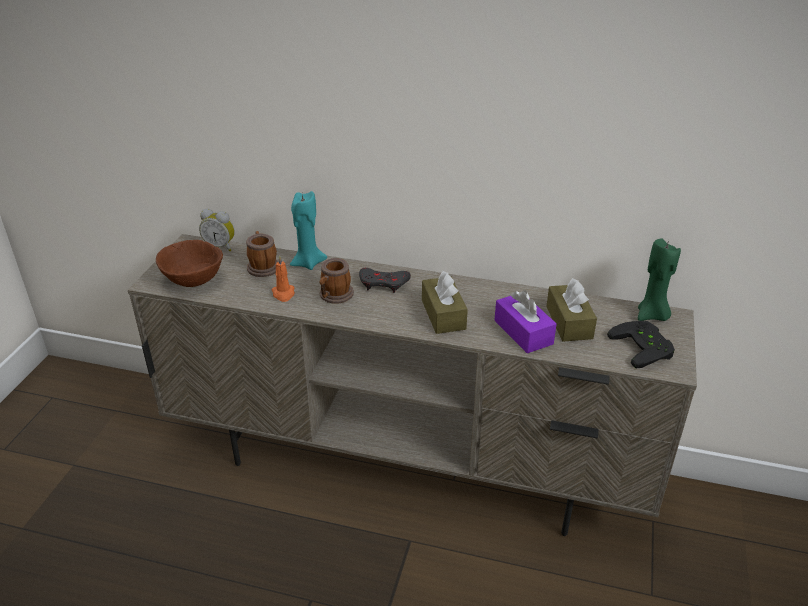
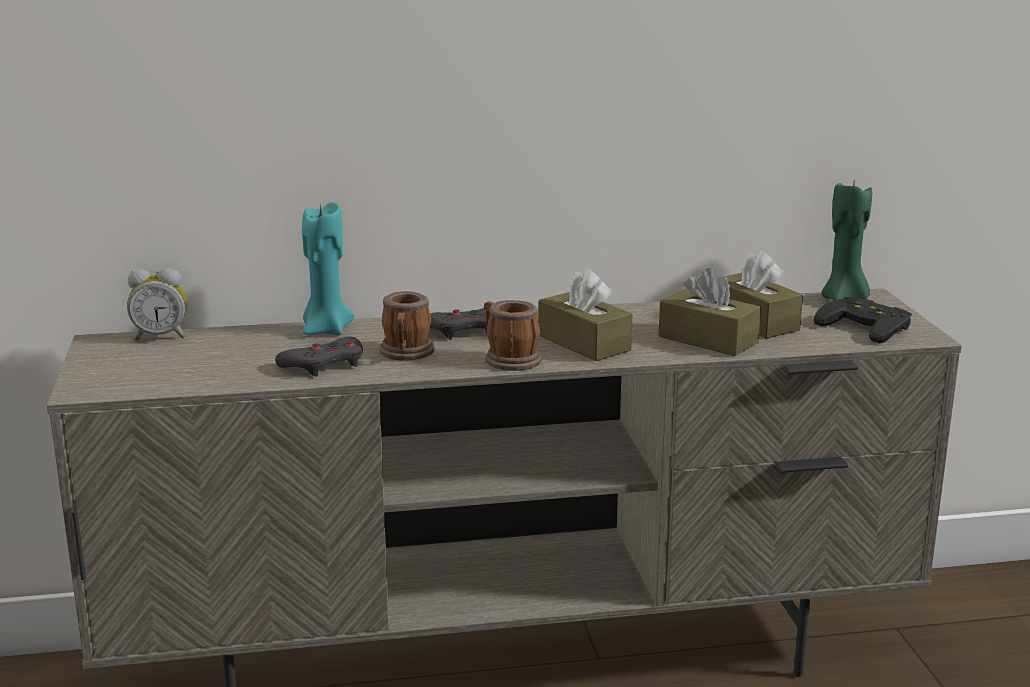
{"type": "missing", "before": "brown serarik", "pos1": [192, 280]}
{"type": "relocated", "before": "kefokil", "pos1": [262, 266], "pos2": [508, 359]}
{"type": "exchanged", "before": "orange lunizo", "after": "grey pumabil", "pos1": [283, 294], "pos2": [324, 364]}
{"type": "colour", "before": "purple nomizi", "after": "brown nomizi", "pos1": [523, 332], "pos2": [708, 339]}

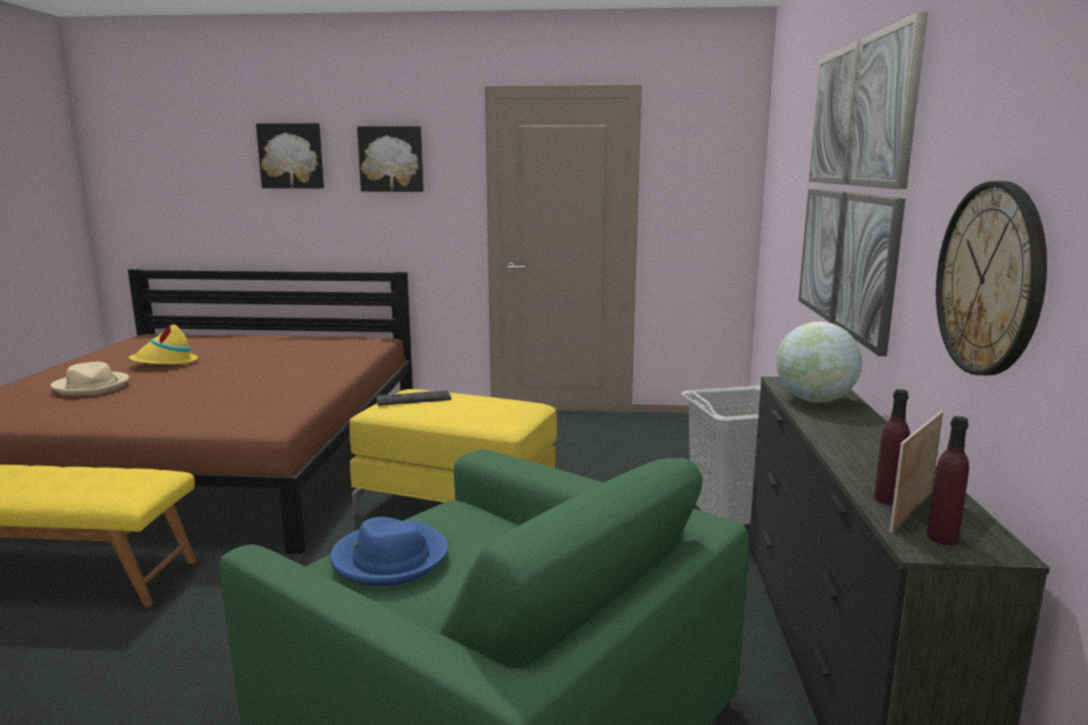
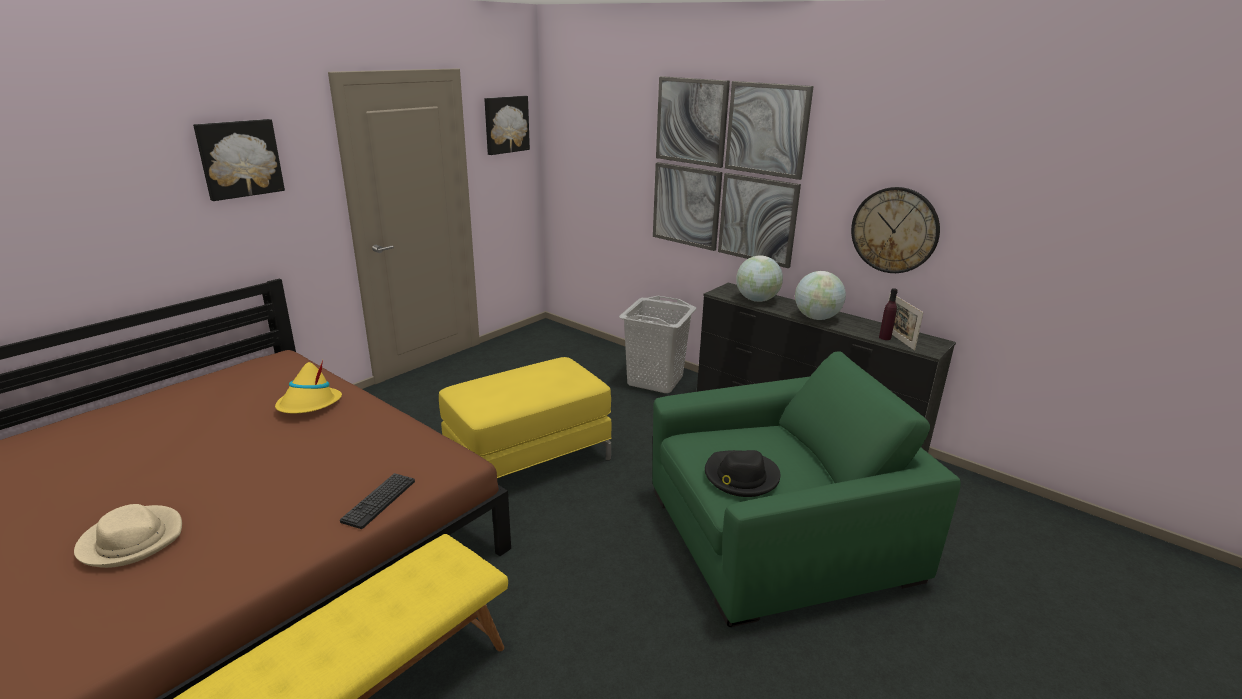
{"type": "missing", "before": "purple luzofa", "pos1": [942, 538]}
{"type": "appeared", "after": "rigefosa", "pos2": [816, 318]}
{"type": "relocated", "before": "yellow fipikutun", "pos1": [165, 363], "pos2": [309, 405]}
{"type": "relocated", "before": "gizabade", "pos1": [291, 156], "pos2": [506, 124]}
{"type": "relocated", "before": "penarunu", "pos1": [413, 399], "pos2": [379, 501]}
{"type": "colour", "before": "blue fipikutun", "after": "black fipikutun", "pos1": [390, 558], "pos2": [741, 477]}

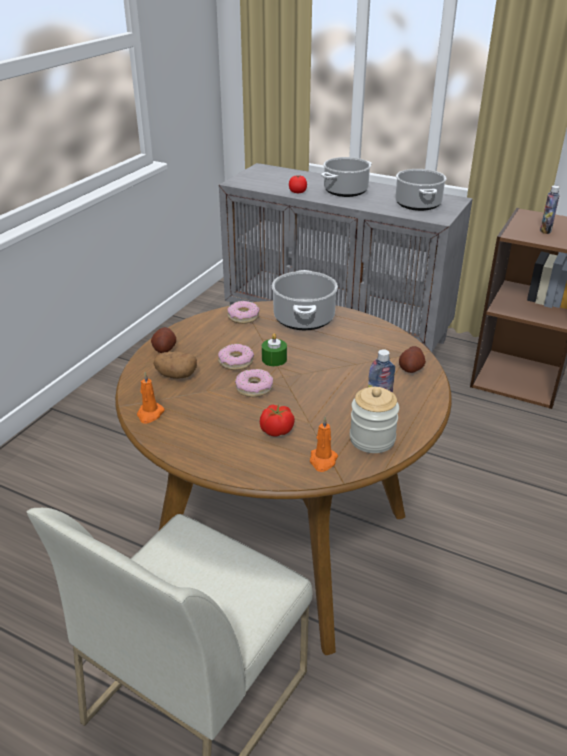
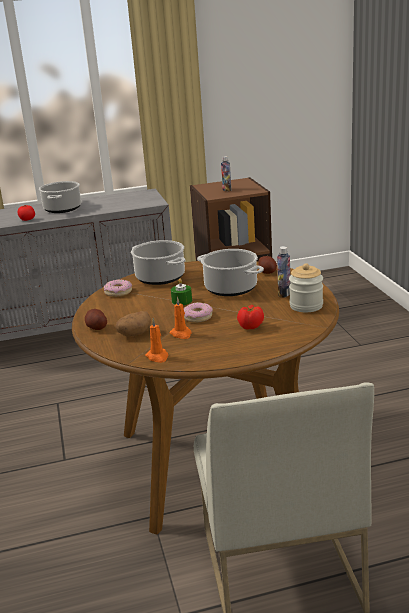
{"type": "missing", "before": "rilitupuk", "pos1": [235, 362]}
{"type": "relocated", "before": "orange lunizo", "pos1": [323, 461], "pos2": [181, 334]}
{"type": "relocated", "before": "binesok", "pos1": [417, 204], "pos2": [230, 288]}

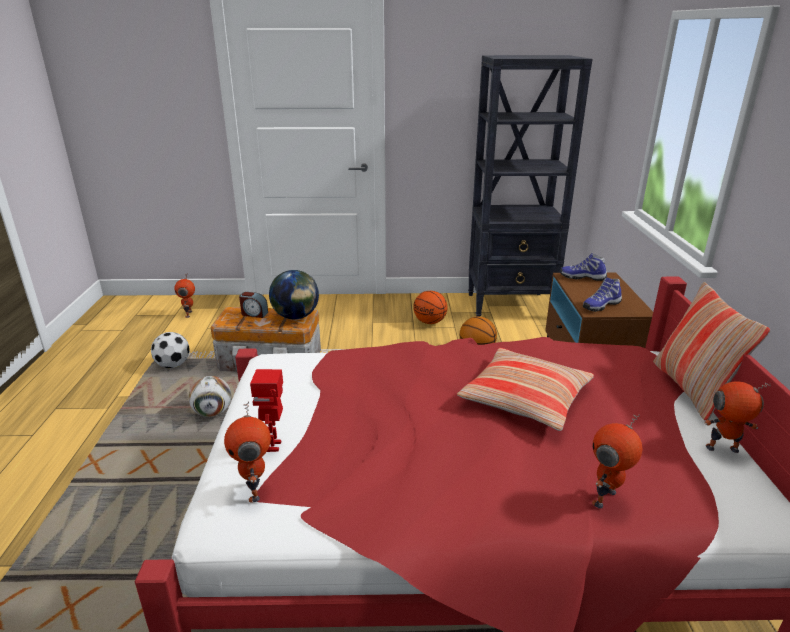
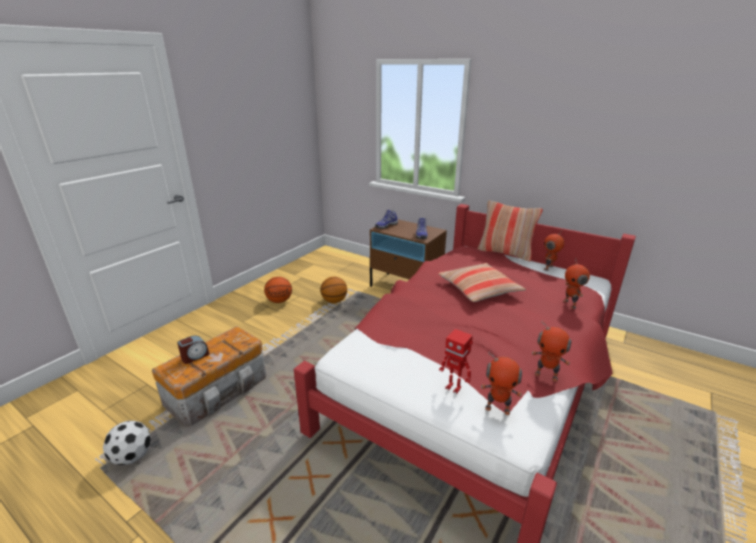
{"type": "missing", "before": "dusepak", "pos1": [213, 413]}
{"type": "missing", "before": "rigefosa", "pos1": [296, 317]}
{"type": "missing", "before": "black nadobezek", "pos1": [510, 306]}
{"type": "relocated", "before": "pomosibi", "pos1": [189, 314], "pos2": [546, 375]}

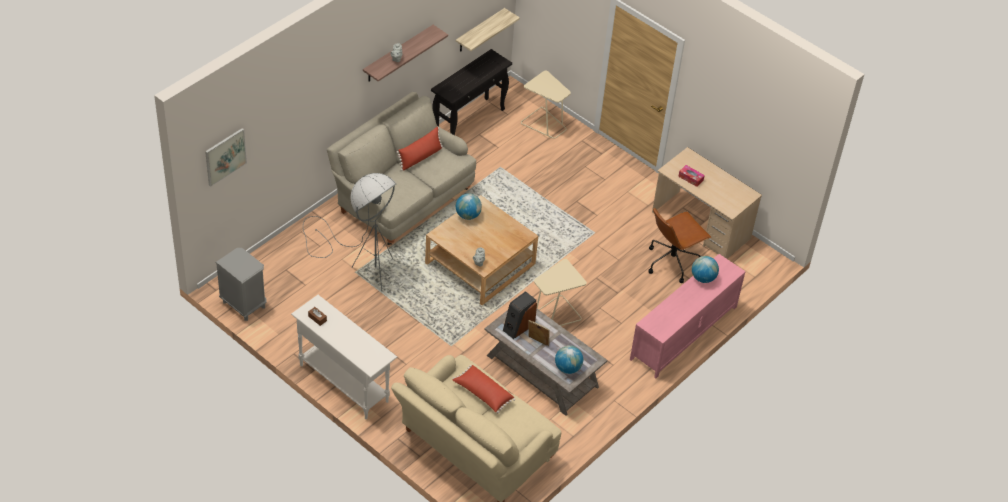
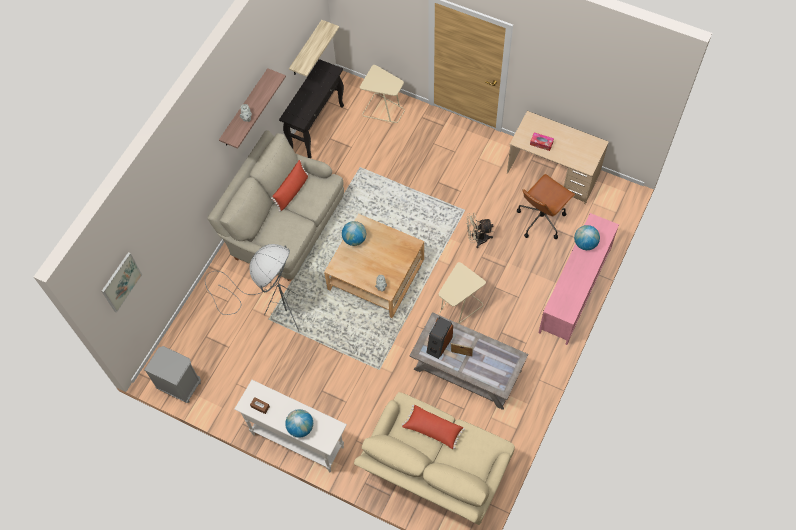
{"type": "appeared", "after": "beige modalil", "pos2": [477, 239]}
{"type": "relocated", "before": "rigefosa", "pos1": [567, 368], "pos2": [300, 427]}

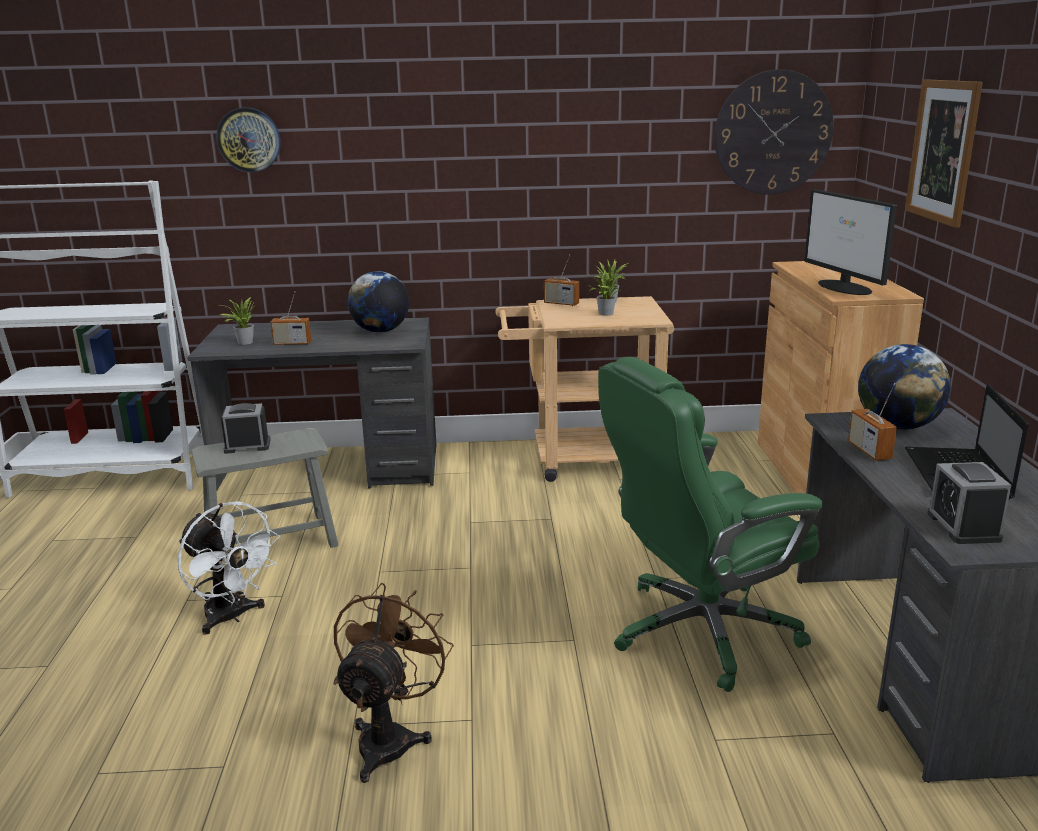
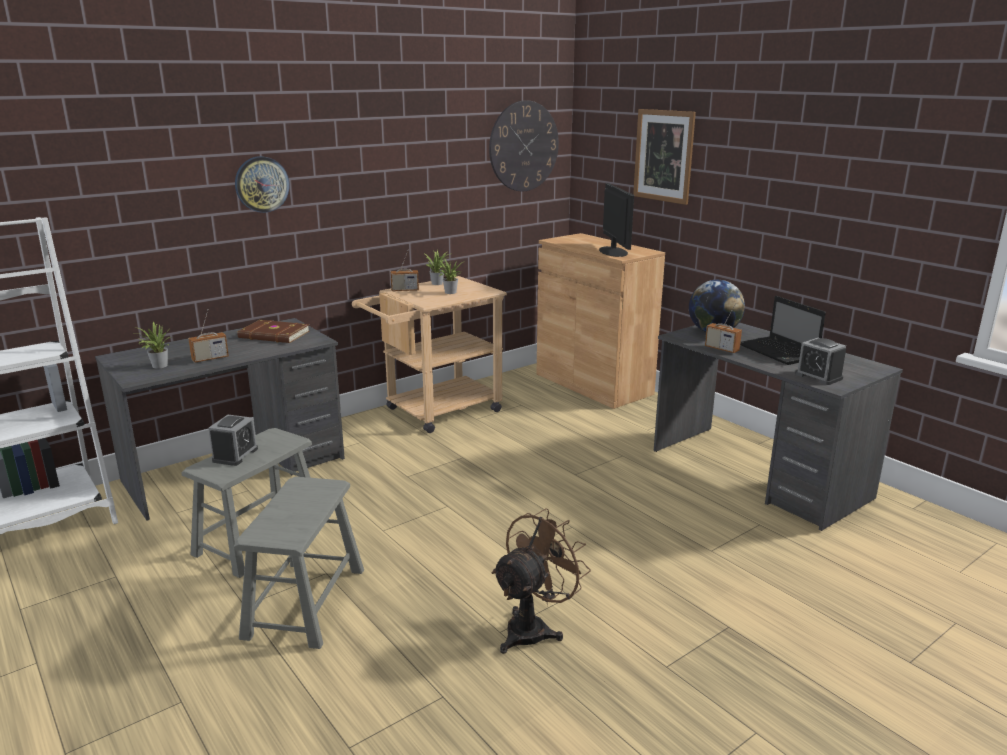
{"type": "missing", "before": "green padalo", "pos1": [700, 631]}
{"type": "relocated", "before": "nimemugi", "pos1": [249, 139], "pos2": [261, 184]}
{"type": "exchanged", "before": "white modalil", "after": "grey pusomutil", "pos1": [232, 617], "pos2": [305, 602]}
{"type": "exchanged", "before": "rigefosa", "after": "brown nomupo", "pos1": [380, 331], "pos2": [274, 335]}
{"type": "spun", "before": "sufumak", "pos1": [247, 445], "pos2": [235, 455], "turn": 150}
{"type": "spun", "before": "brown modalil", "pos1": [390, 738], "pos2": [534, 628], "turn": 60}
{"type": "spun", "before": "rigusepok", "pos1": [844, 287], "pos2": [613, 251], "turn": -135}

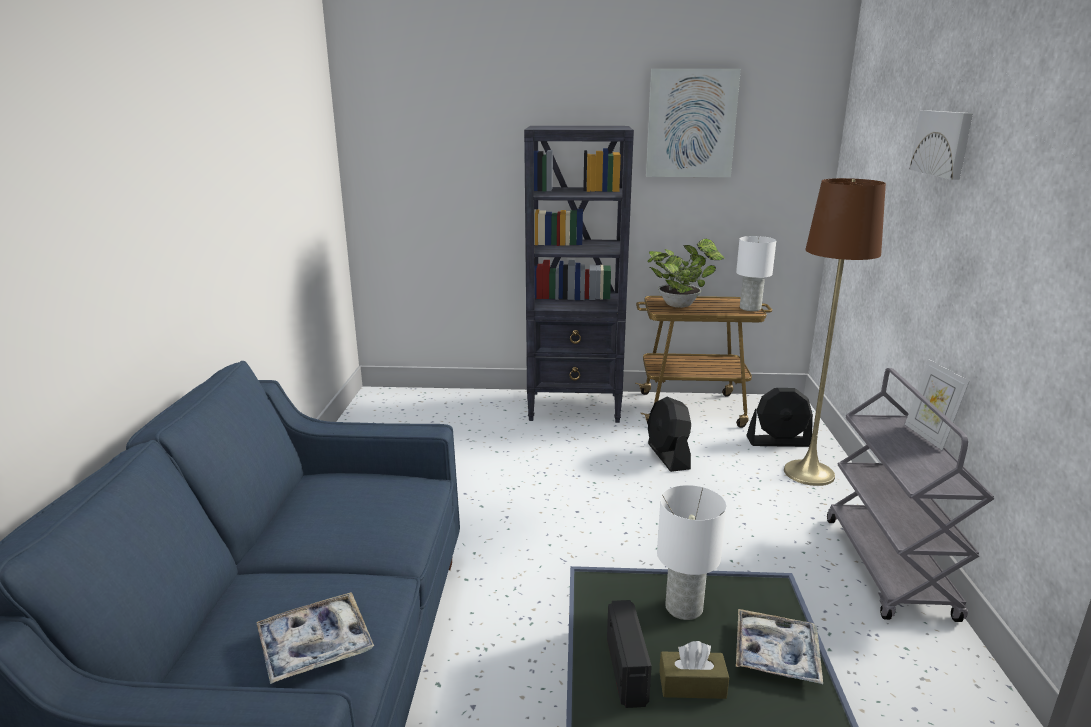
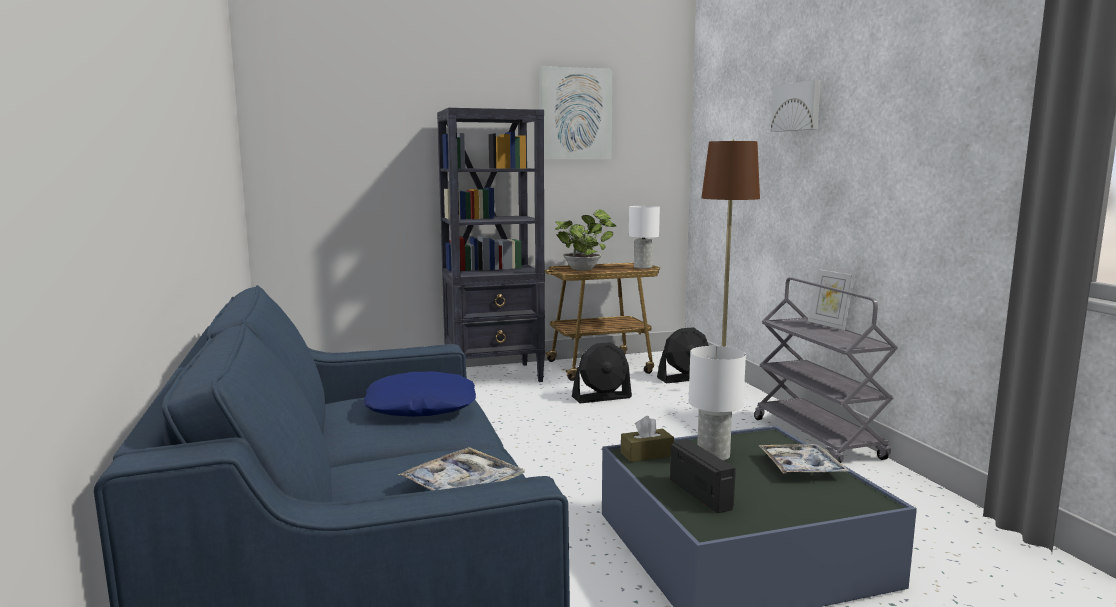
{"type": "appeared", "after": "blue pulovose", "pos2": [421, 406]}
{"type": "relocated", "before": "brown nomizi", "pos1": [692, 685], "pos2": [646, 454]}
{"type": "spun", "before": "black modalil", "pos1": [668, 456], "pos2": [602, 398], "turn": -75}

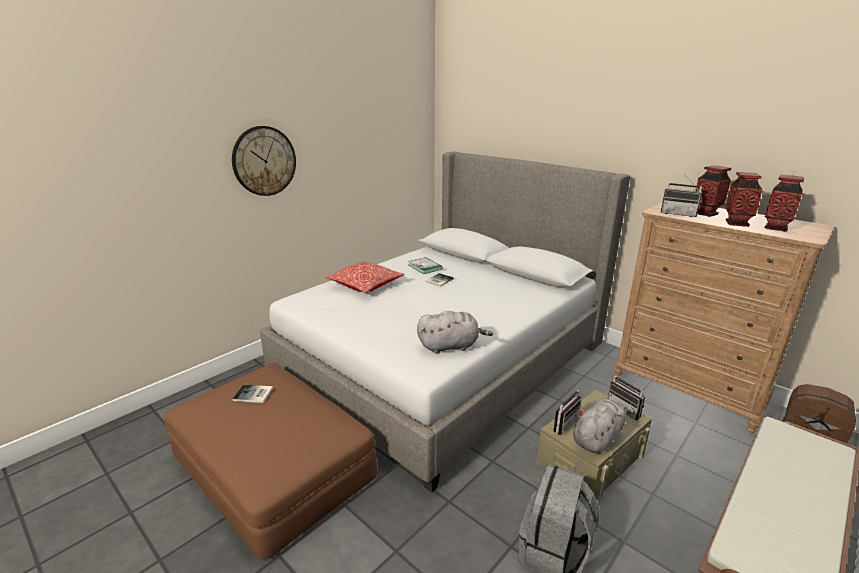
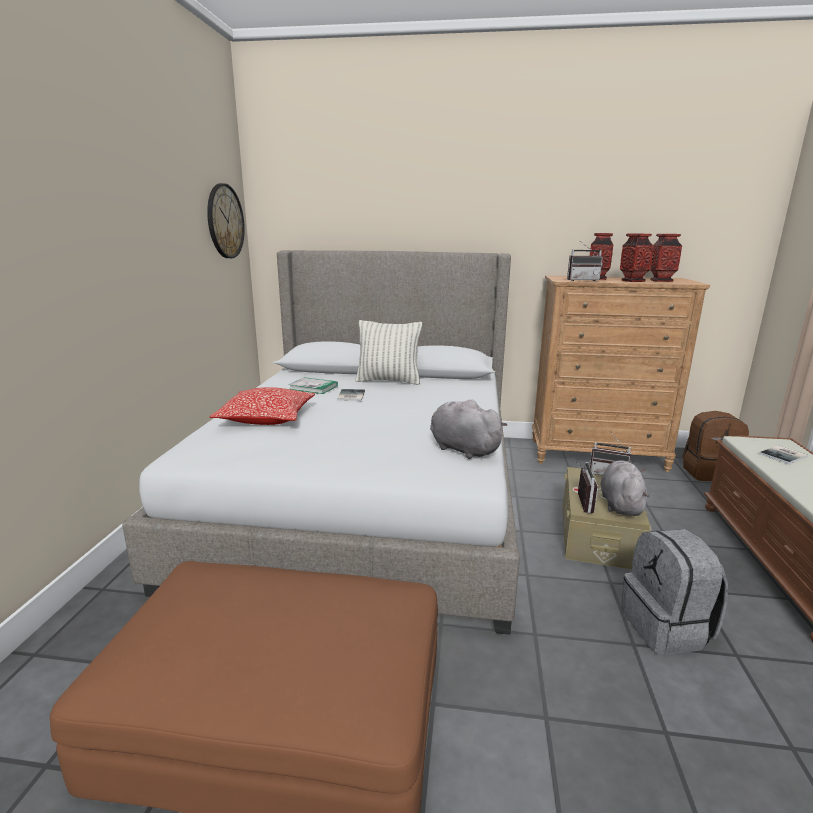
{"type": "appeared", "after": "pulovose", "pos2": [388, 381]}
{"type": "relocated", "before": "nimemugi", "pos1": [264, 161], "pos2": [225, 221]}
{"type": "relocated", "before": "nomupo", "pos1": [253, 395], "pos2": [784, 455]}
{"type": "spun", "before": "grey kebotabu", "pos1": [451, 346], "pos2": [462, 449], "turn": -90}

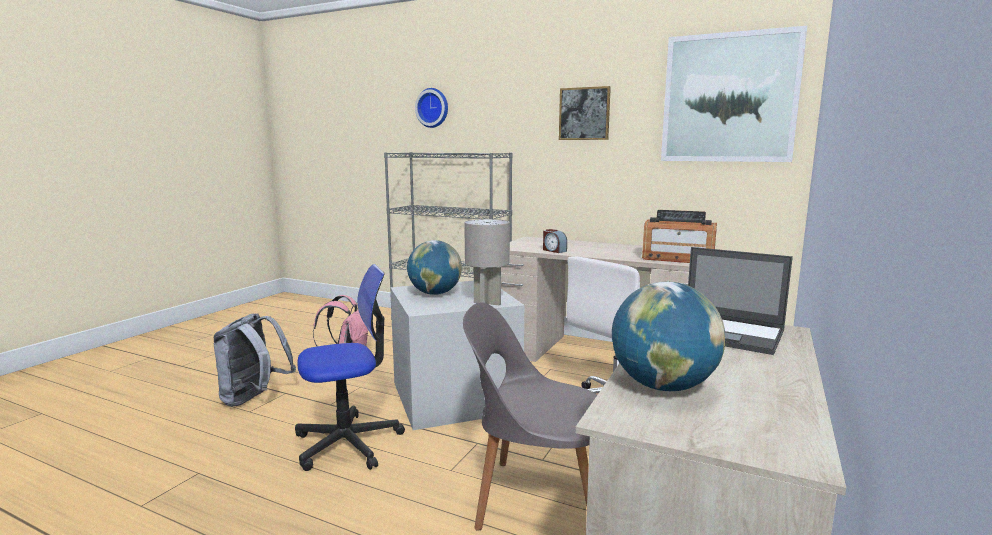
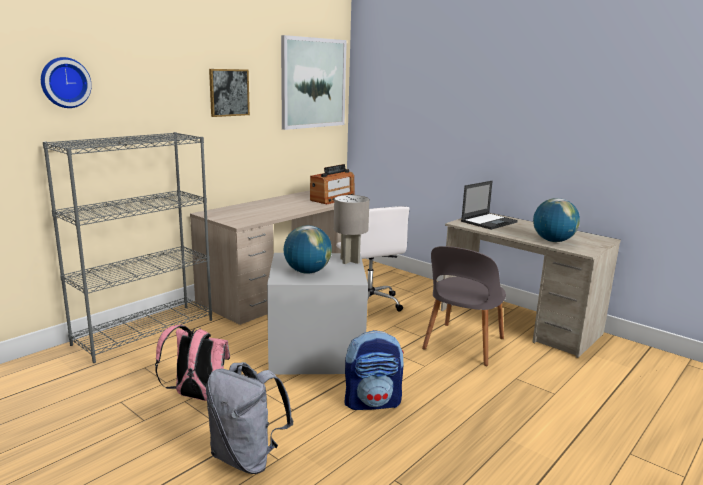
{"type": "missing", "before": "sufumak", "pos1": [554, 250]}
{"type": "exchanged", "before": "padalo", "after": "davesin", "pos1": [348, 443], "pos2": [372, 402]}

